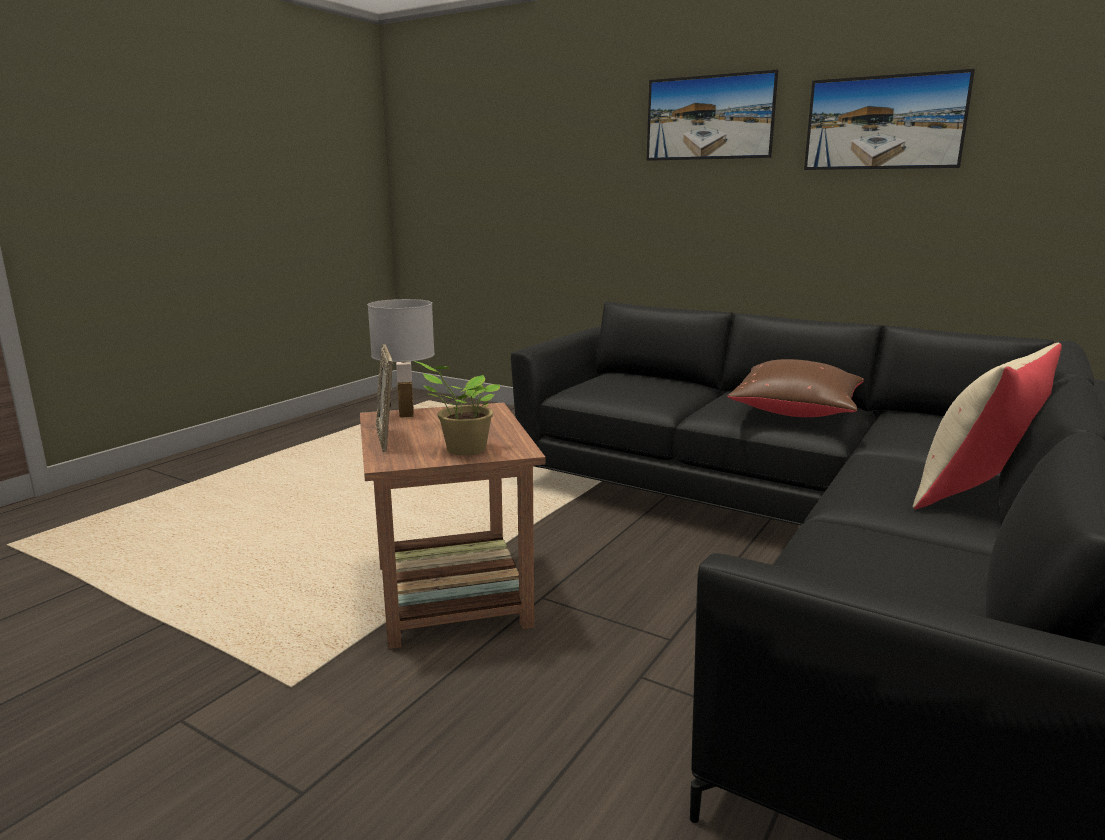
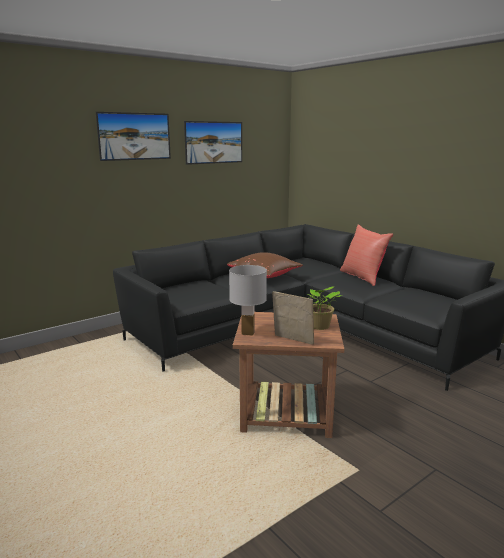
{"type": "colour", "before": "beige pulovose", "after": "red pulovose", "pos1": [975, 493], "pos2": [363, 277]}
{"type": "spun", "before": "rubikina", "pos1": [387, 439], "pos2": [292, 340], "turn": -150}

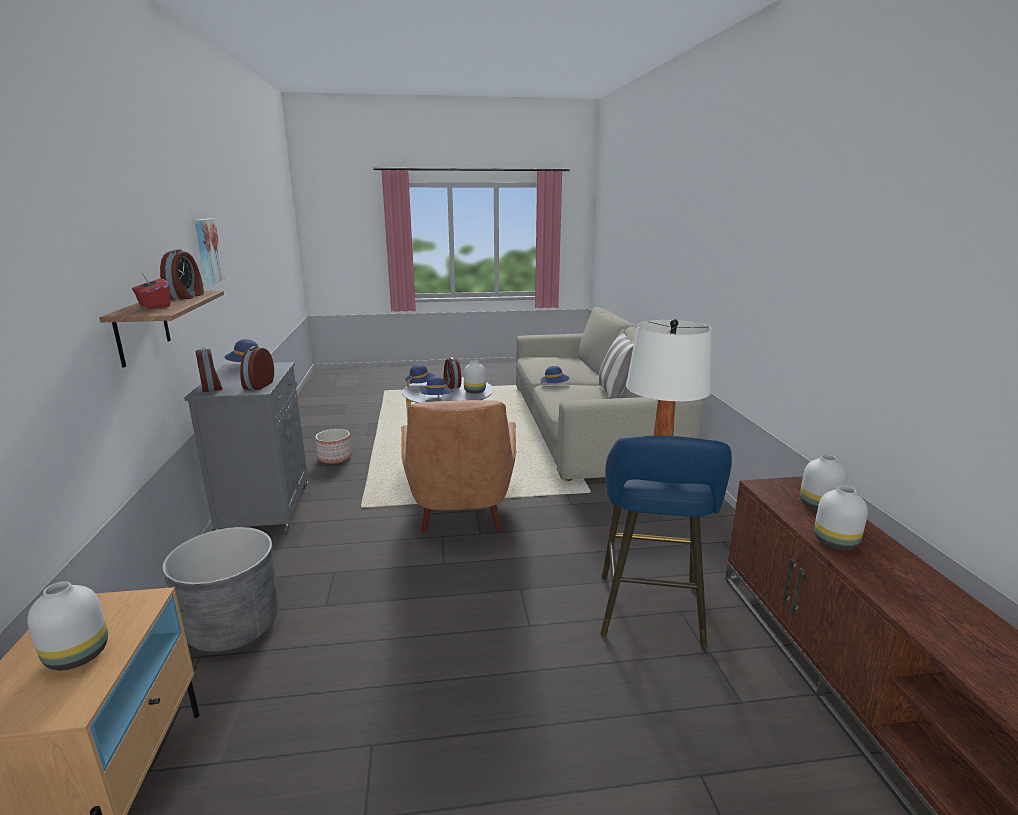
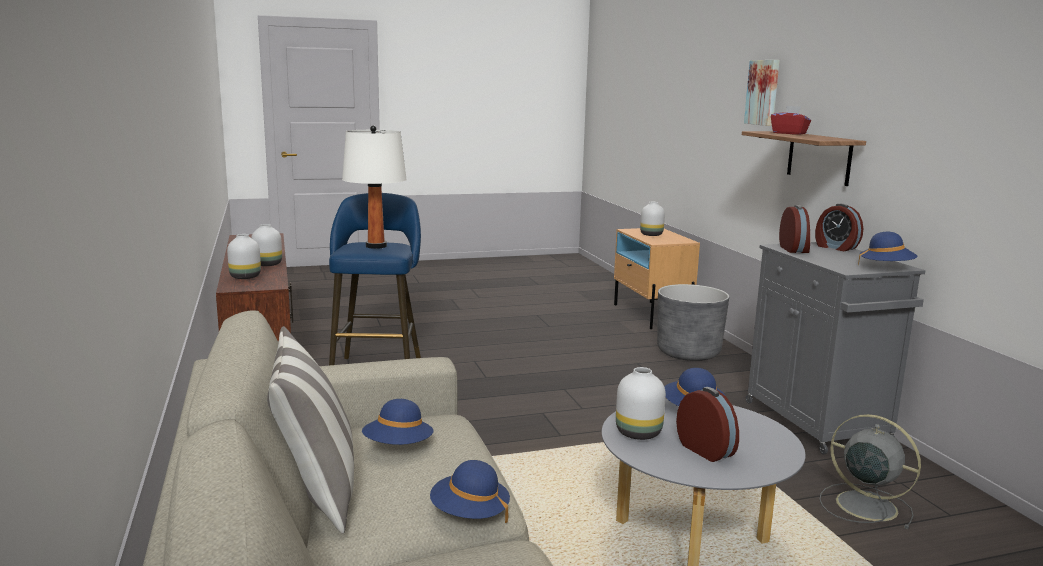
{"type": "missing", "before": "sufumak", "pos1": [187, 296]}
{"type": "missing", "before": "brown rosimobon", "pos1": [461, 514]}
{"type": "relocated", "before": "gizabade", "pos1": [207, 251], "pos2": [763, 92]}
{"type": "relocated", "before": "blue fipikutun", "pos1": [420, 385], "pos2": [398, 447]}
{"type": "exchanged", "before": "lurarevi", "after": "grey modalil", "pos1": [335, 458], "pos2": [863, 505]}

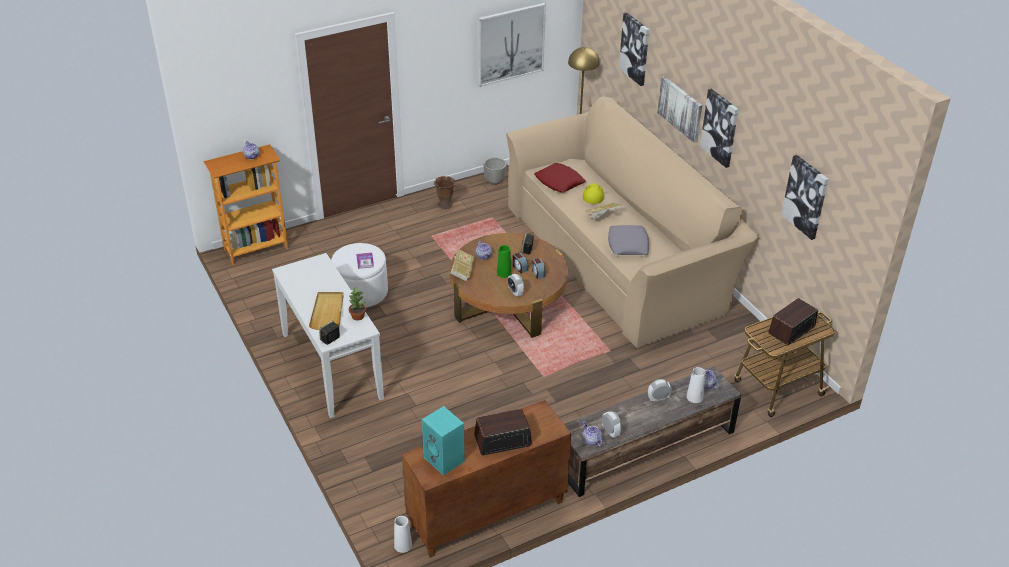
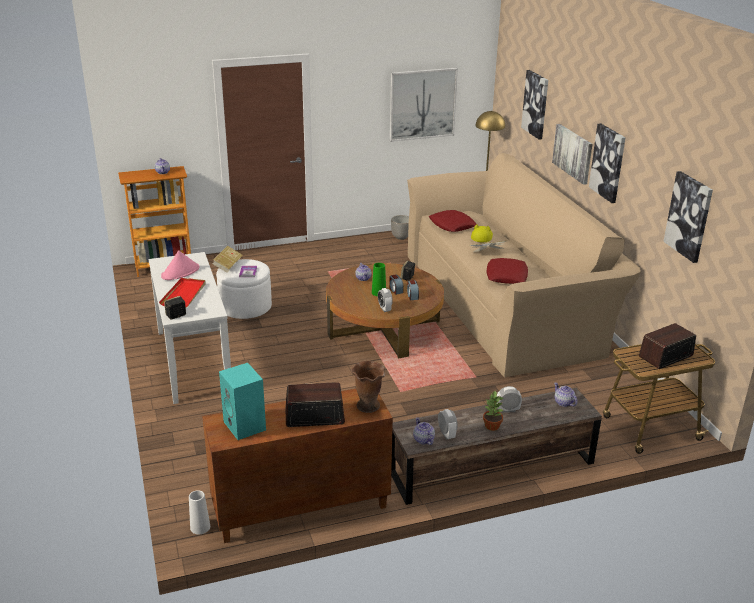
{"type": "missing", "before": "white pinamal", "pos1": [694, 397]}
{"type": "appeared", "after": "pink fipikutun", "pos2": [180, 272]}
{"type": "relocated", "before": "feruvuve", "pos1": [357, 316], "pos2": [492, 426]}
{"type": "relocated", "before": "brown pinamal", "pos1": [445, 204], "pos2": [368, 406]}
{"type": "relocated", "before": "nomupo", "pos1": [462, 271], "pos2": [227, 266]}
{"type": "colour", "before": "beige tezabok", "after": "red tezabok", "pos1": [327, 312], "pos2": [184, 295]}
{"type": "colour", "before": "grey pulovose", "after": "red pulovose", "pos1": [628, 244], "pos2": [506, 276]}

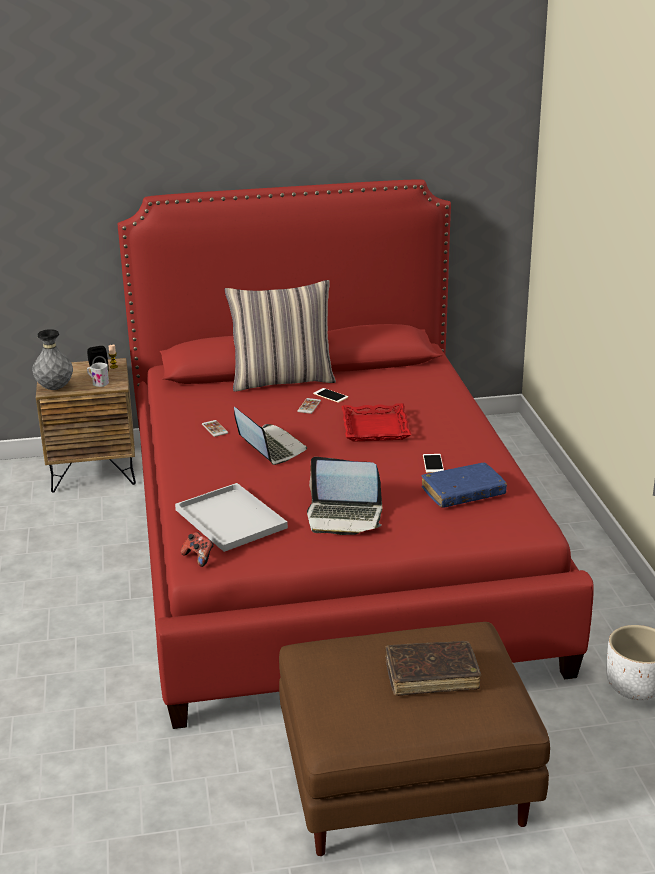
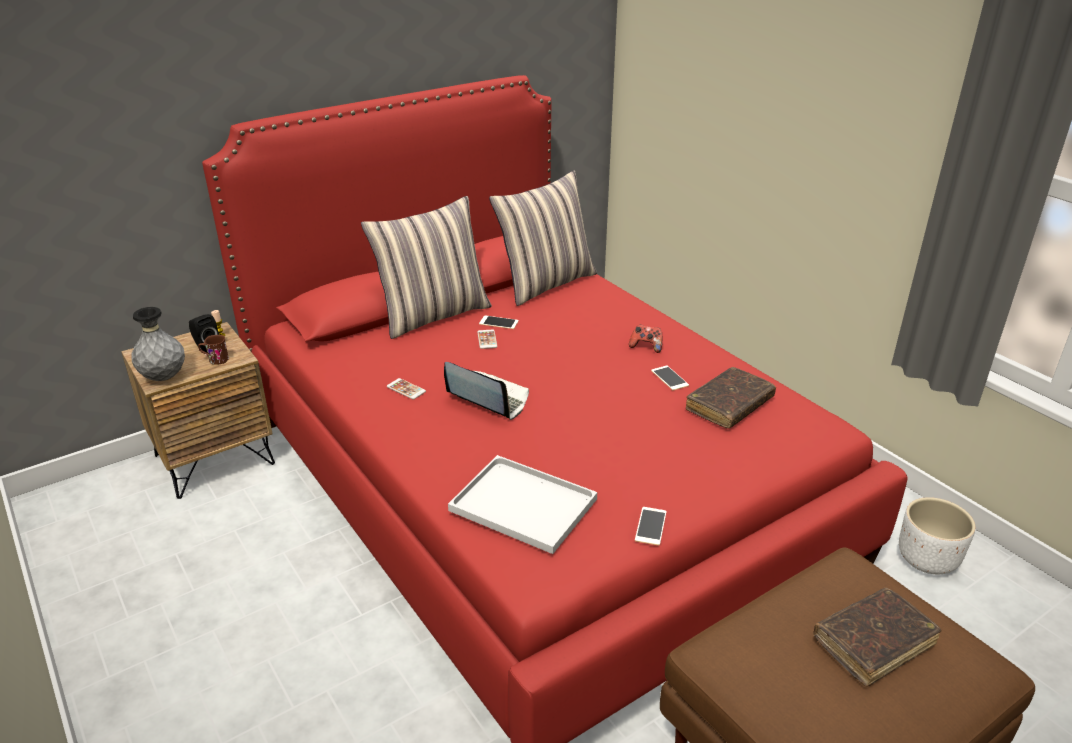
{"type": "missing", "before": "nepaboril", "pos1": [344, 517]}
{"type": "missing", "before": "red tezabok", "pos1": [376, 428]}
{"type": "appeared", "after": "pulovose", "pos2": [546, 283]}
{"type": "appeared", "after": "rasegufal", "pos2": [650, 526]}
{"type": "relocated", "before": "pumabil", "pos1": [199, 557], "pos2": [646, 347]}
{"type": "colour", "before": "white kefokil", "after": "brown kefokil", "pos1": [98, 383], "pos2": [215, 360]}
{"type": "colour", "before": "blue nomupo", "after": "brown nomupo", "pos1": [463, 493], "pos2": [729, 405]}

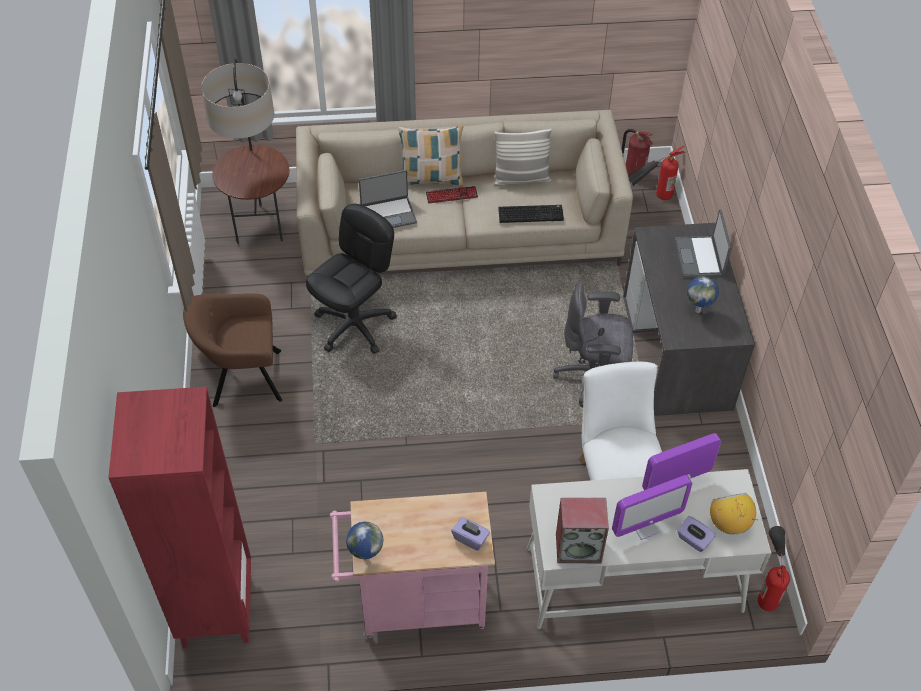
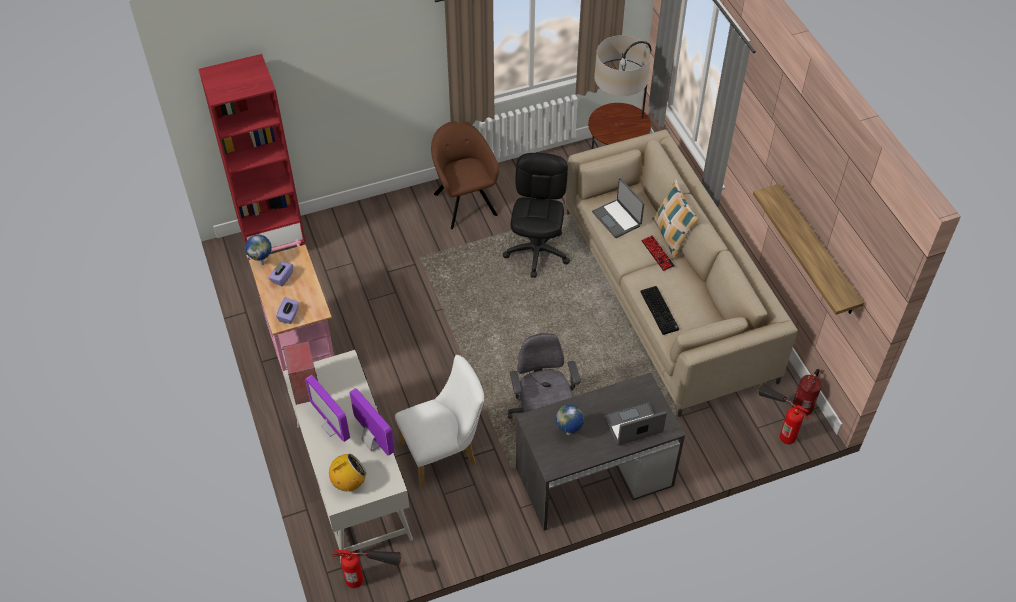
{"type": "missing", "before": "pulovose", "pos1": [521, 179]}
{"type": "appeared", "after": "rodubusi", "pos2": [817, 251]}
{"type": "relocated", "before": "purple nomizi", "pos1": [693, 540], "pos2": [282, 278]}
{"type": "spun", "before": "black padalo", "pos1": [355, 325], "pos2": [537, 252], "turn": -105}

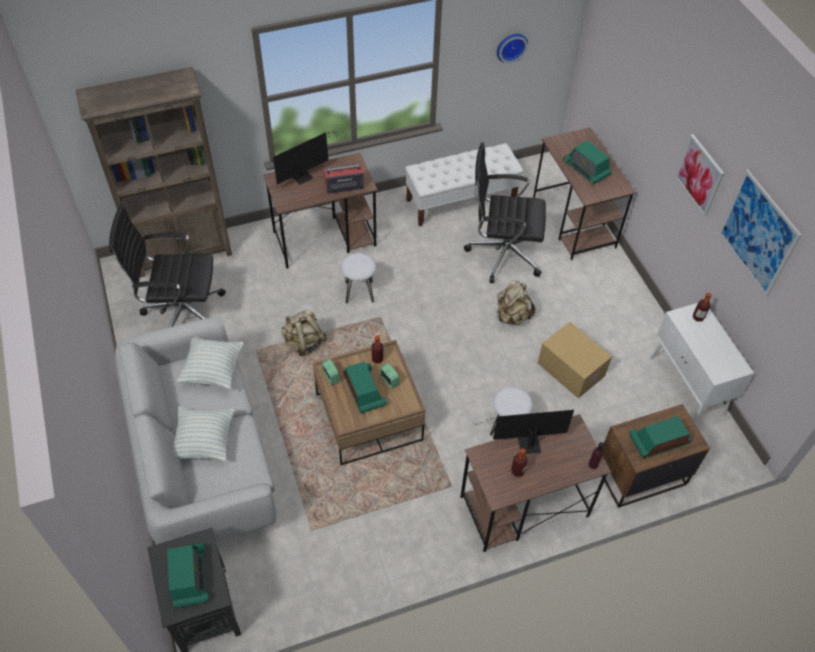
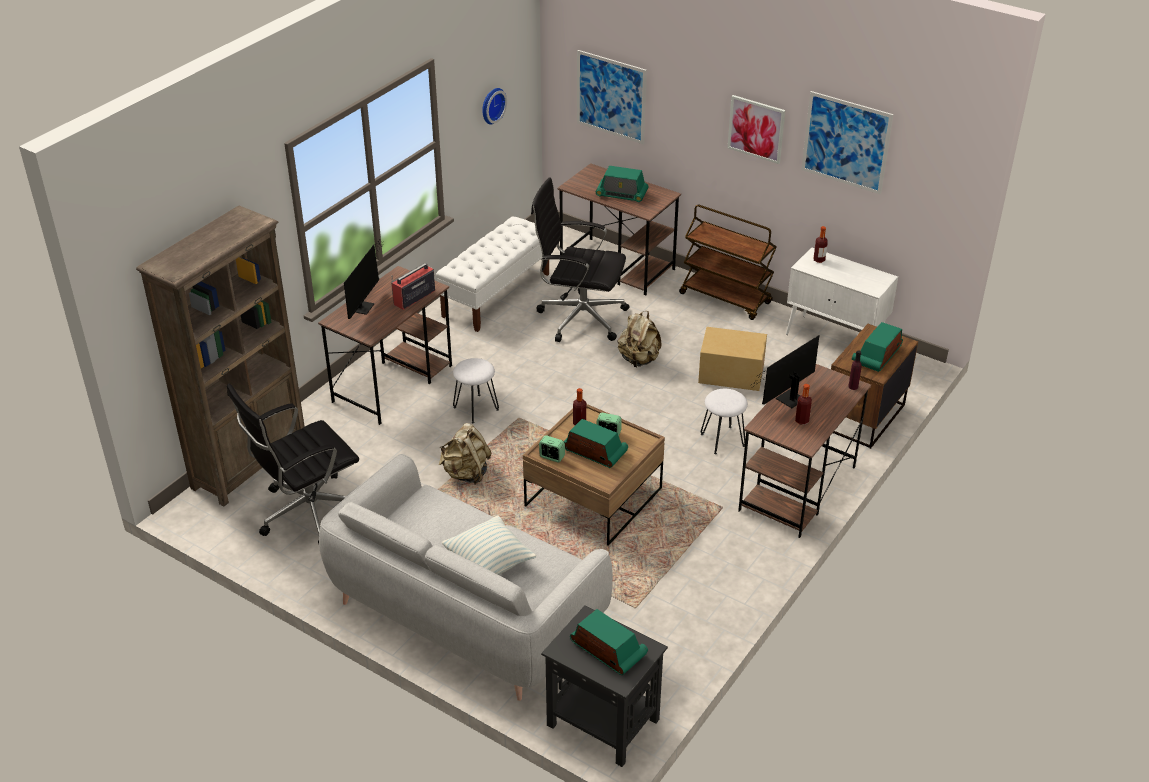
{"type": "missing", "before": "pulovose", "pos1": [213, 370]}
{"type": "appeared", "after": "gizabade", "pos2": [611, 96]}
{"type": "appeared", "after": "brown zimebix", "pos2": [726, 298]}
{"type": "spun", "before": "black padalo", "pos1": [502, 253], "pos2": [579, 317], "turn": 45}

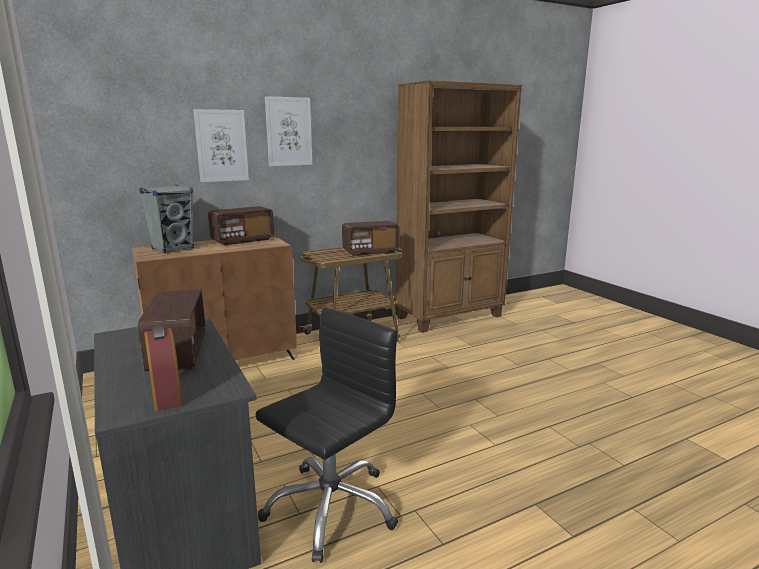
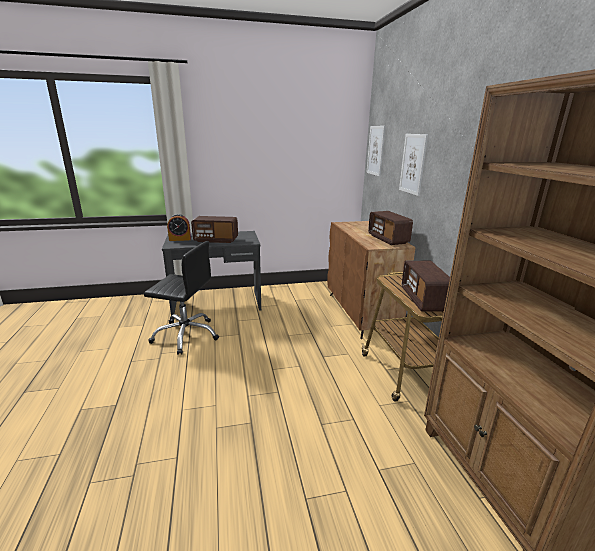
{"type": "missing", "before": "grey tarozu", "pos1": [173, 249]}
{"type": "relocated", "before": "gizabade", "pos1": [289, 131], "pos2": [376, 150]}
{"type": "spun", "before": "black padalo", "pos1": [330, 507], "pos2": [186, 335], "turn": -45}

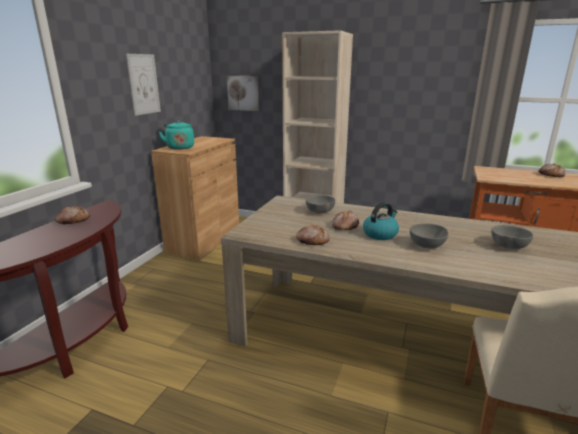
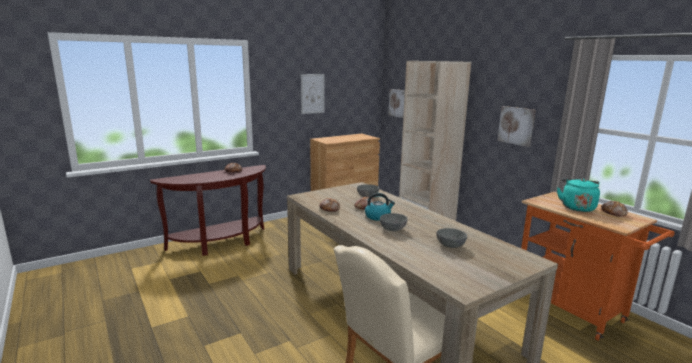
{"type": "appeared", "after": "gizabade", "pos2": [516, 125]}
{"type": "relocated", "before": "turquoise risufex", "pos1": [180, 147], "pos2": [577, 207]}

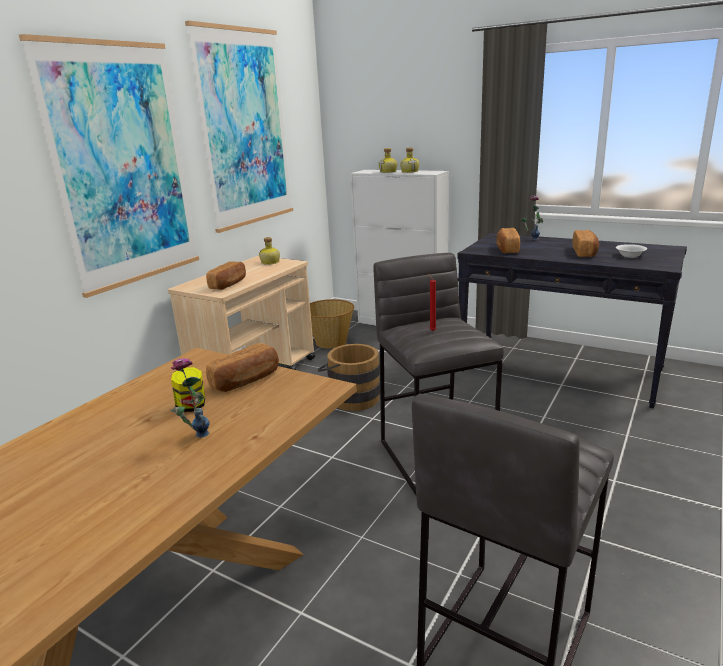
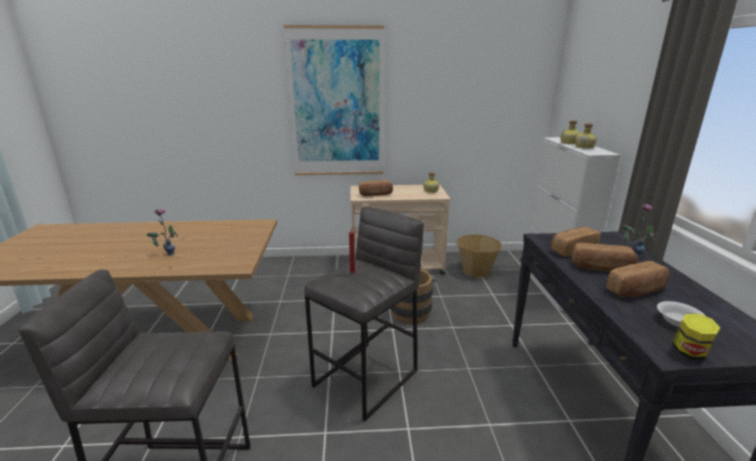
{"type": "missing", "before": "gizabade", "pos1": [244, 129]}
{"type": "relocated", "before": "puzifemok", "pos1": [191, 407], "pos2": [689, 353]}
{"type": "relocated", "before": "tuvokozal", "pos1": [246, 380], "pos2": [601, 268]}

